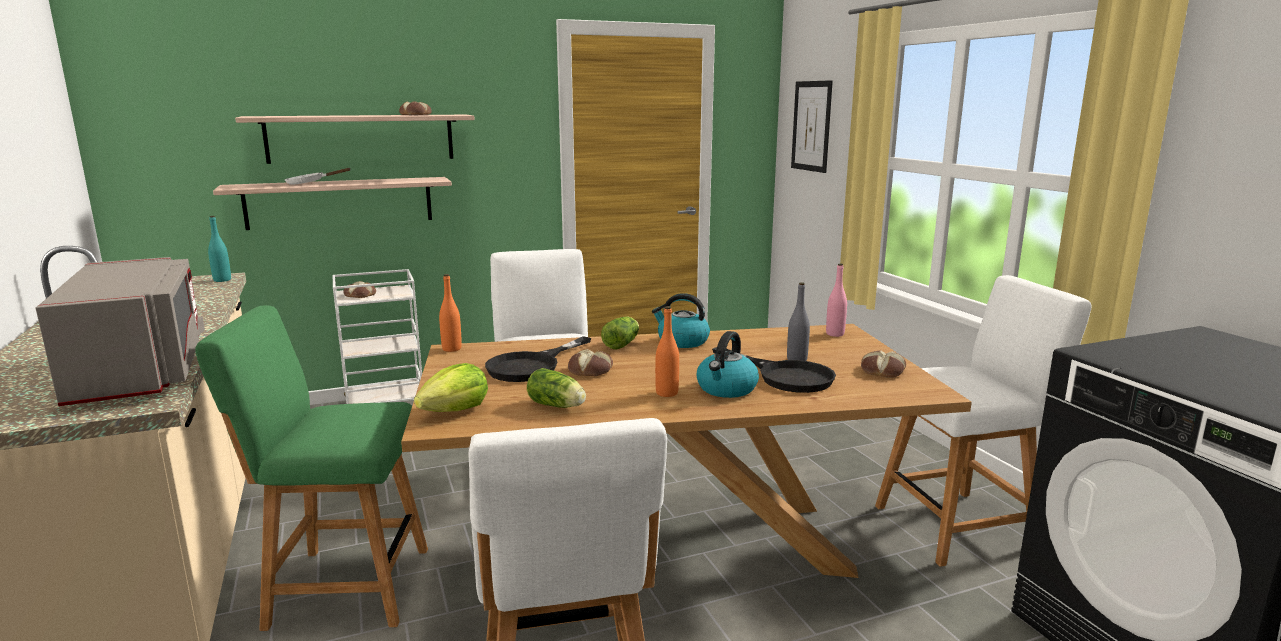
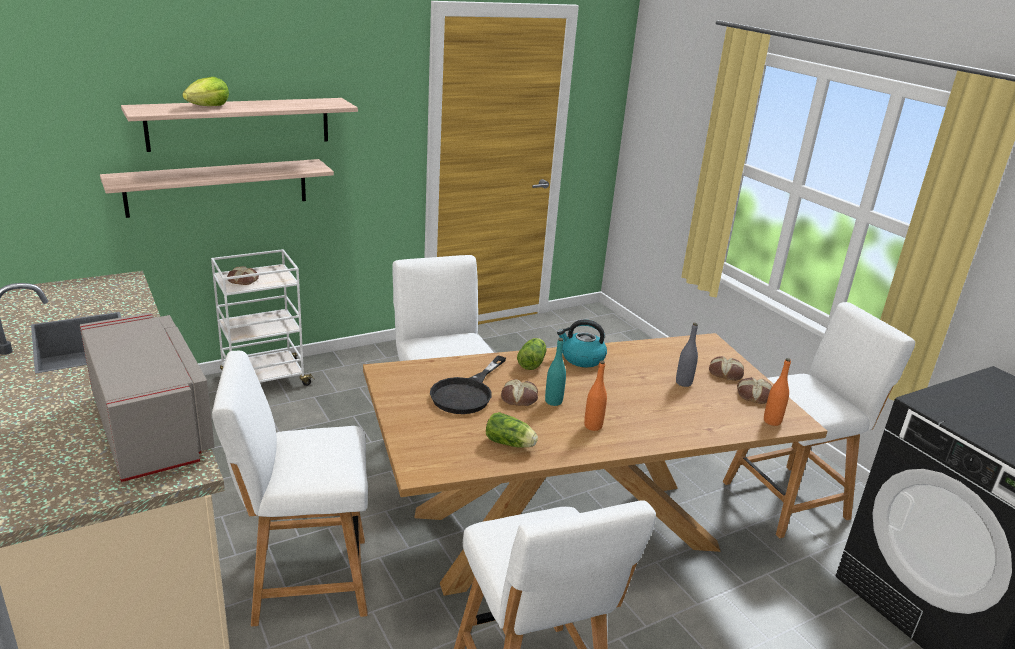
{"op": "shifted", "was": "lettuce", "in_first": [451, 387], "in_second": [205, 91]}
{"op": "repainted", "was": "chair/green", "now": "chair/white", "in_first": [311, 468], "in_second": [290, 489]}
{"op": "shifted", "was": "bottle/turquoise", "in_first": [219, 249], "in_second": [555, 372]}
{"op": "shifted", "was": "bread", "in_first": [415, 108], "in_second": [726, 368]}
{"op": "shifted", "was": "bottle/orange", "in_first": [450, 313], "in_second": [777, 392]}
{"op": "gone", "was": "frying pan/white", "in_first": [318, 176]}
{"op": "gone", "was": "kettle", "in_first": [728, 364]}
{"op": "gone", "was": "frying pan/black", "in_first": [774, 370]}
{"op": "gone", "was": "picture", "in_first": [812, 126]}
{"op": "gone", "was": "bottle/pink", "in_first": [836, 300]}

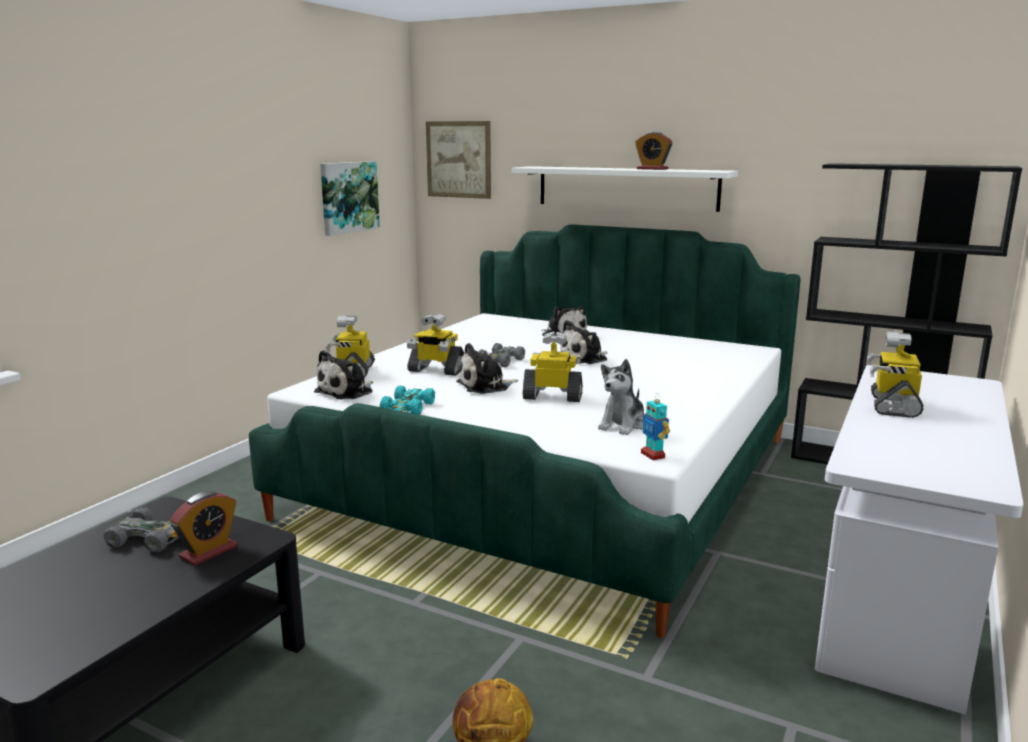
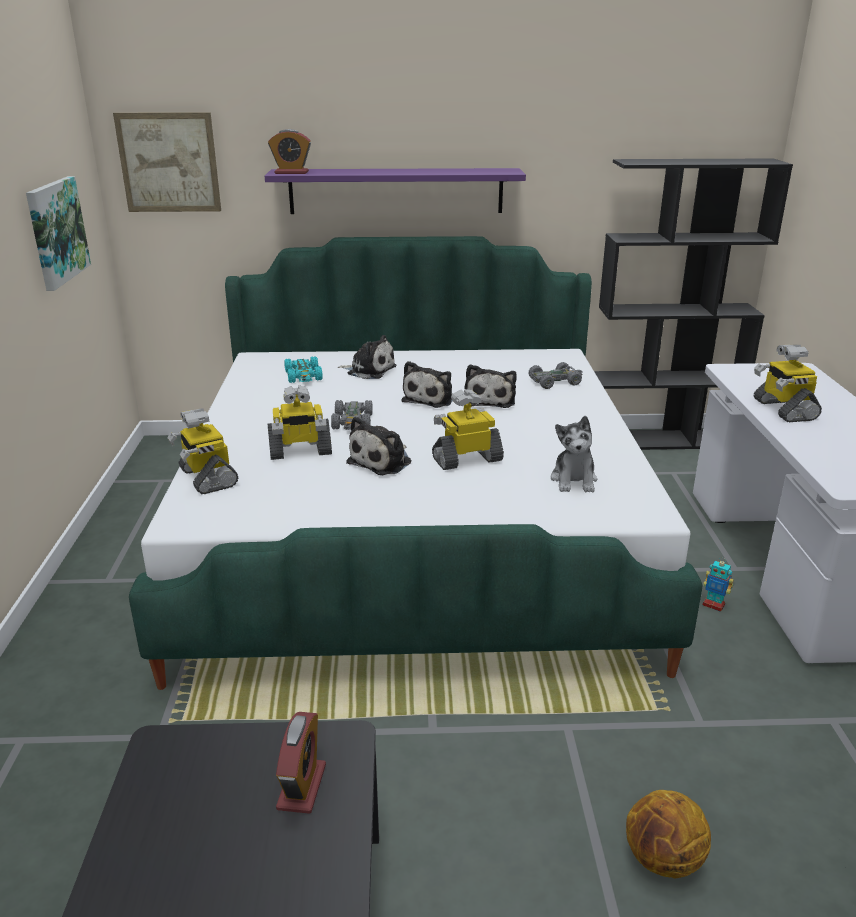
{"op": "repainted", "was": "shelf/white", "now": "shelf/purple", "in_first": [625, 189], "in_second": [395, 191]}
{"op": "shifted", "was": "alarm clock", "in_first": [653, 151], "in_second": [289, 151]}
{"op": "shifted", "was": "toy car/turquoise", "in_first": [407, 400], "in_second": [303, 369]}
{"op": "shifted", "was": "plush toy", "in_first": [343, 374], "in_second": [490, 386]}
{"op": "shifted", "was": "toy car/grey", "in_first": [141, 529], "in_second": [556, 375]}
{"op": "shifted", "was": "toy robot", "in_first": [655, 427], "in_second": [718, 584]}

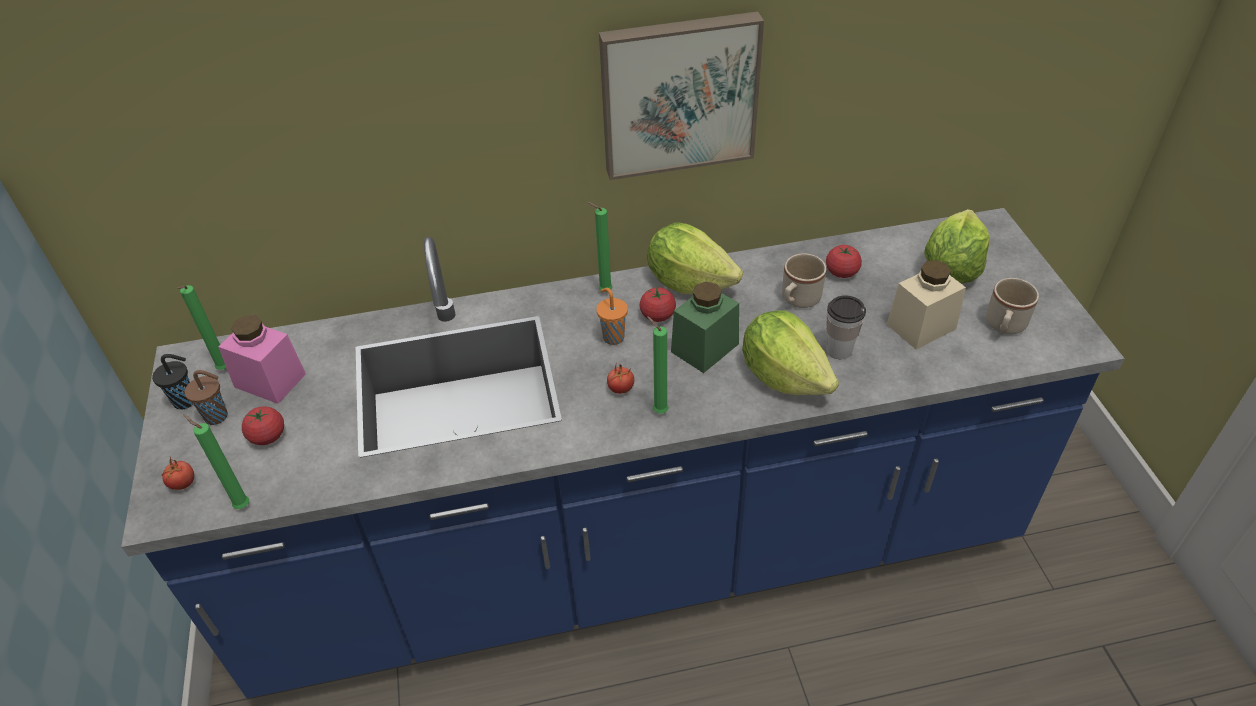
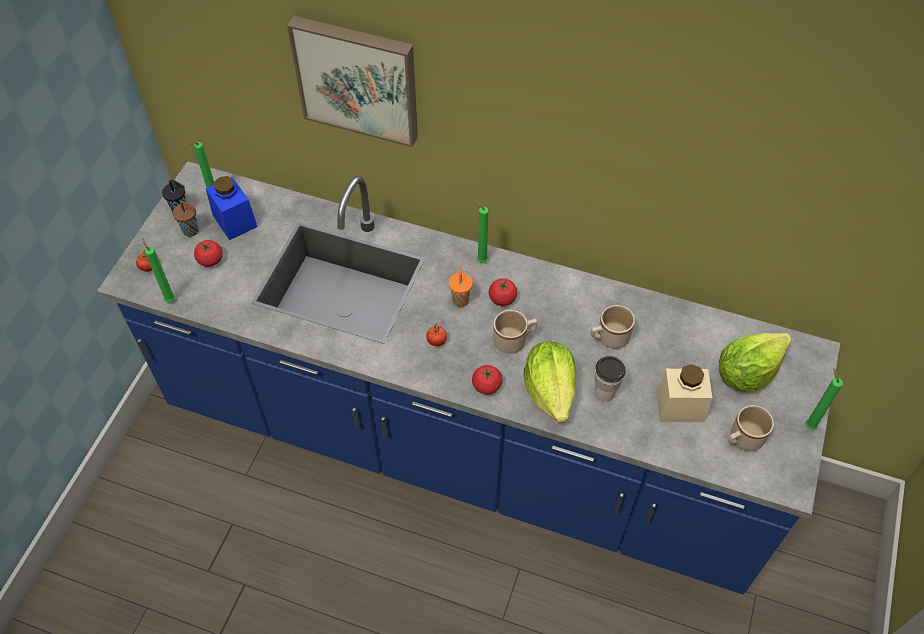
{"op": "repainted", "was": "jar/pink", "now": "jar/blue", "in_first": [262, 359], "in_second": [232, 208]}
{"op": "shifted", "was": "picture", "in_first": [681, 96], "in_second": [352, 81]}
{"op": "shifted", "was": "tomato", "in_first": [844, 261], "in_second": [487, 379]}
{"op": "swapped", "was": "jar/green", "now": "mug/beige", "in_first": [705, 327], "in_second": [515, 332]}
{"op": "shifted", "was": "candle/green", "in_first": [658, 365], "in_second": [824, 399]}
{"op": "gone", "was": "lettuce", "in_first": [695, 259]}

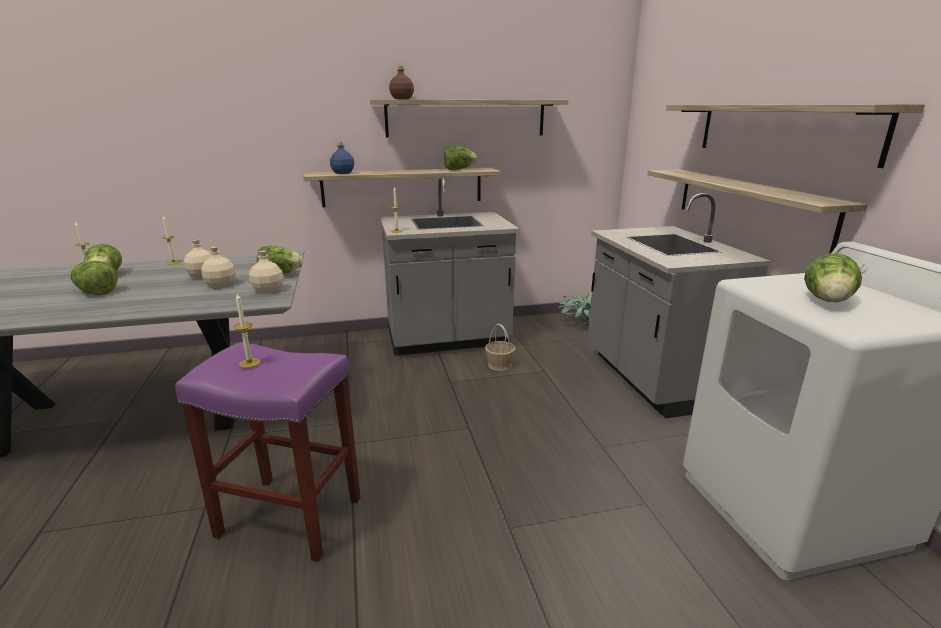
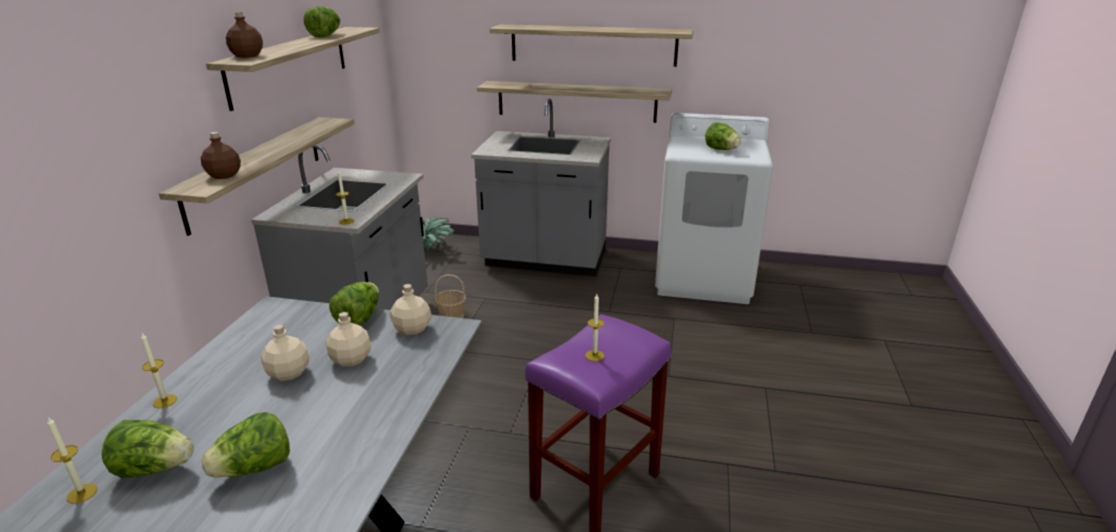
{"op": "repainted", "was": "bottle/blue", "now": "bottle/brown", "in_first": [342, 158], "in_second": [221, 155]}
{"op": "shifted", "was": "lettuce", "in_first": [460, 158], "in_second": [322, 21]}

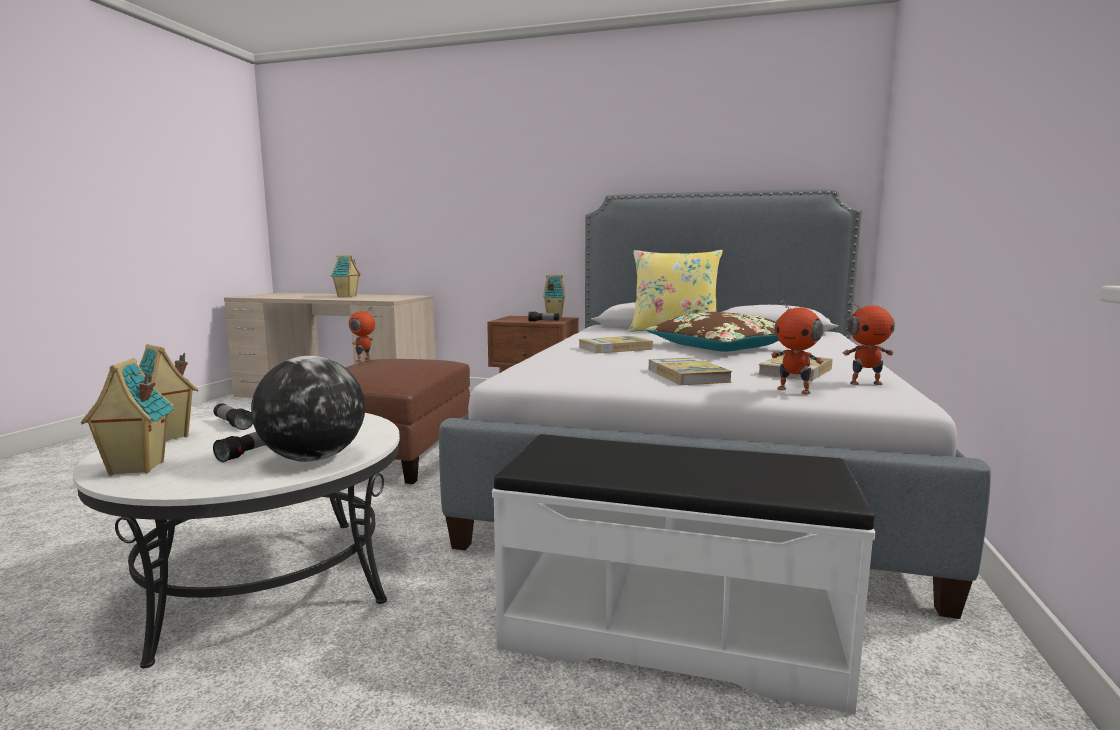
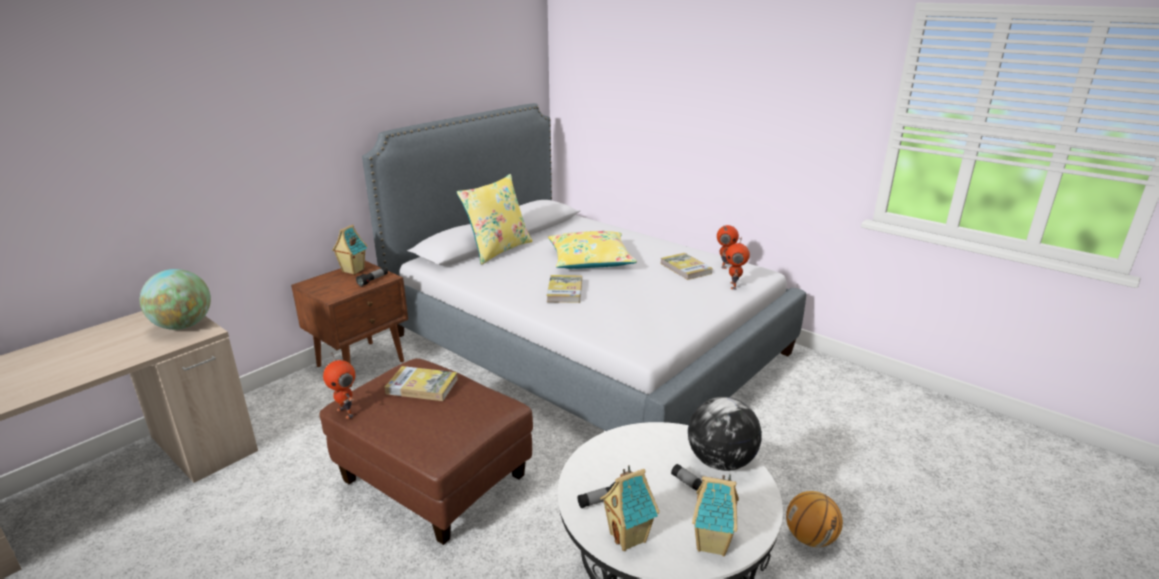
{"op": "new", "now": "globe", "in_second": [175, 299]}
{"op": "shifted", "was": "book", "in_first": [690, 371], "in_second": [421, 383]}
{"op": "repainted", "was": "pillow/brown", "now": "pillow/yellow", "in_first": [712, 332], "in_second": [592, 250]}
{"op": "rotated", "was": "toy robot", "in_first": [797, 346], "in_second": [738, 264], "clockwise": 120}
{"op": "new", "now": "basketball", "in_second": [814, 519]}
{"op": "gone", "was": "toy house", "in_first": [345, 276]}
{"op": "gone", "was": "bench/white", "in_first": [683, 574]}

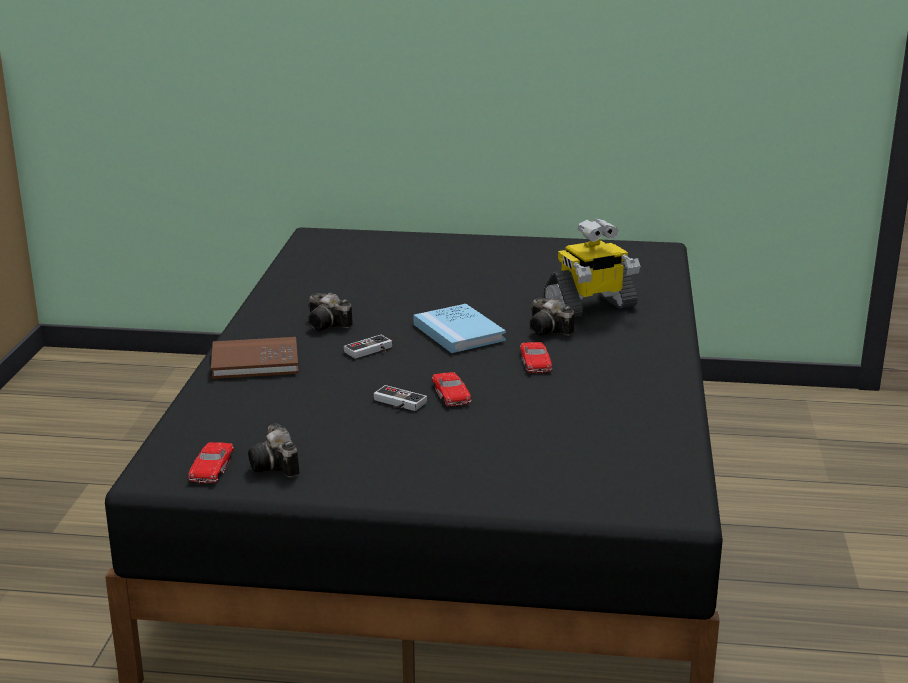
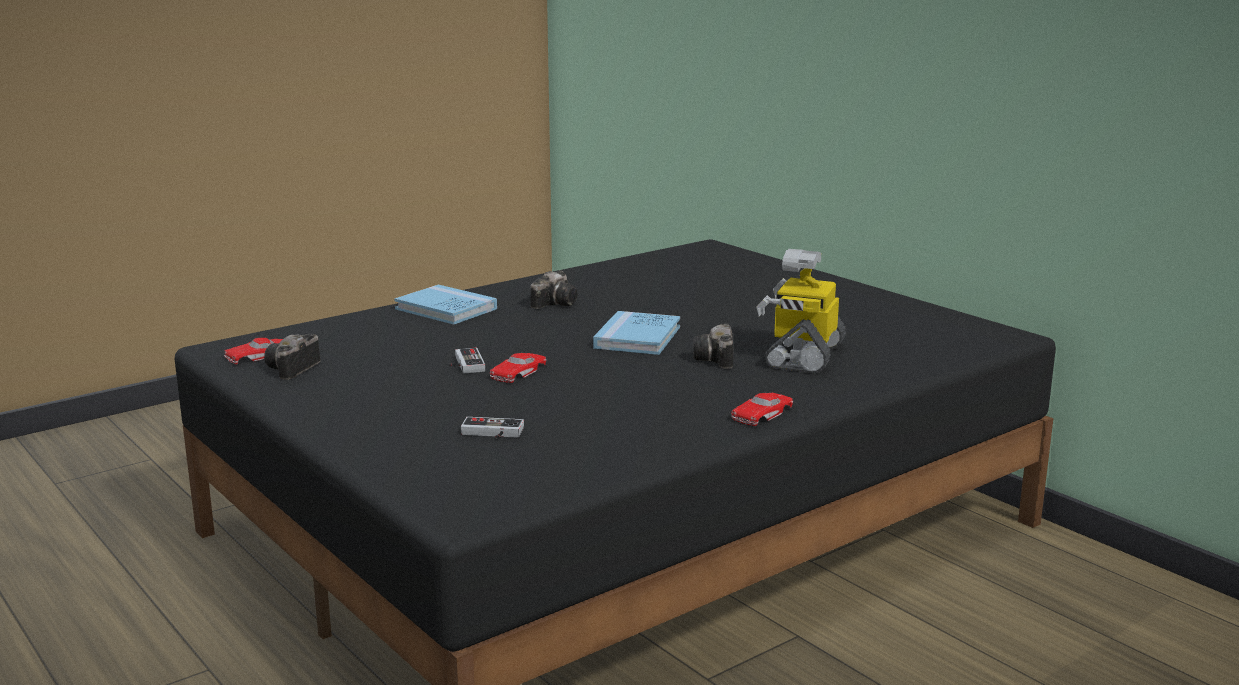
{"op": "repainted", "was": "book/brown", "now": "book/blue", "in_first": [255, 358], "in_second": [445, 305]}
{"op": "shifted", "was": "game controller", "in_first": [368, 347], "in_second": [492, 427]}
{"op": "rotated", "was": "photo camera", "in_first": [330, 311], "in_second": [554, 289], "clockwise": -135}
{"op": "shifted", "was": "toy car/red", "in_first": [536, 357], "in_second": [762, 409]}
{"op": "rotated", "was": "toy robot", "in_first": [592, 267], "in_second": [801, 311], "clockwise": 90}

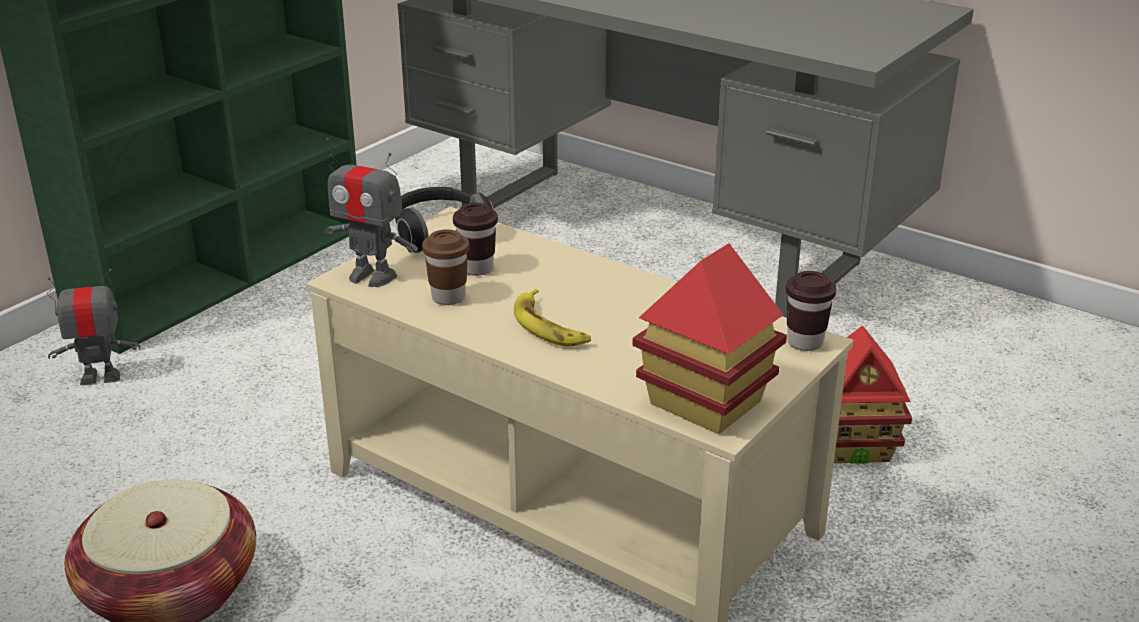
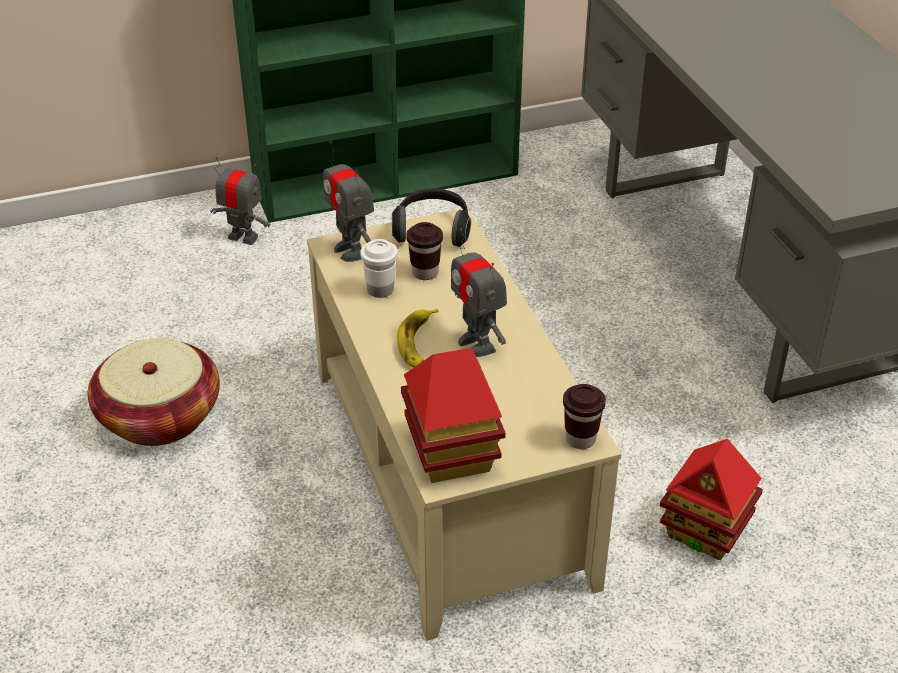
{"op": "repainted", "was": "cup/brown", "now": "cup/white", "in_first": [445, 267], "in_second": [379, 268]}
{"op": "new", "now": "toy robot", "in_second": [479, 292]}

